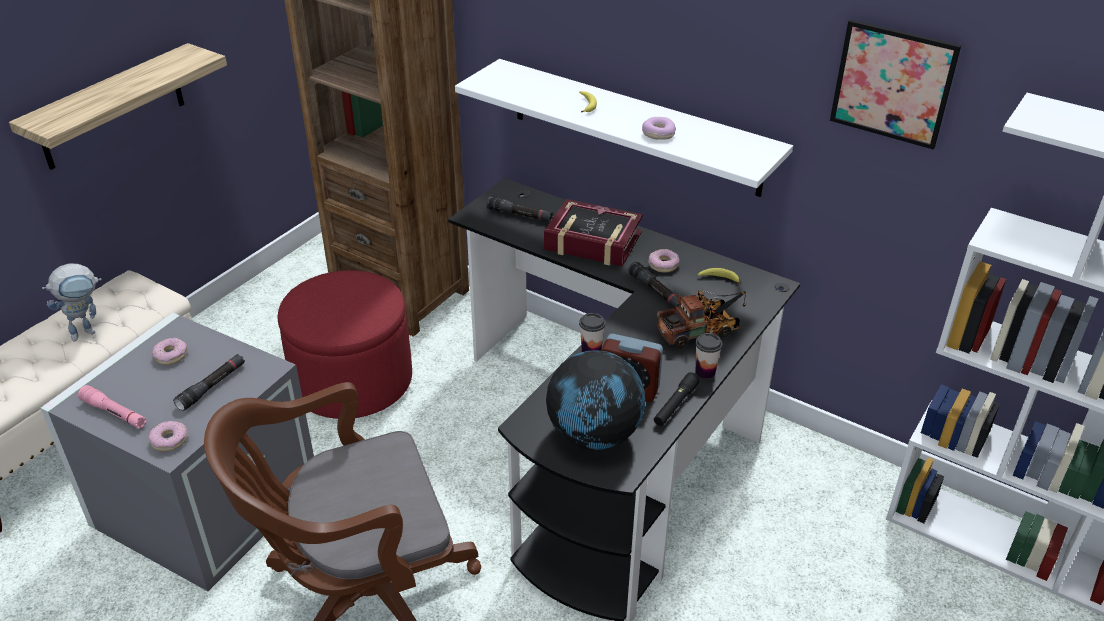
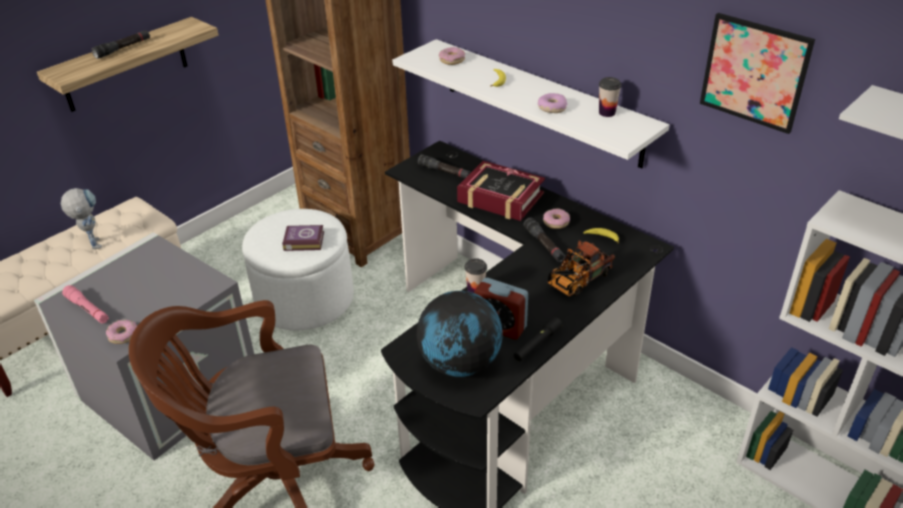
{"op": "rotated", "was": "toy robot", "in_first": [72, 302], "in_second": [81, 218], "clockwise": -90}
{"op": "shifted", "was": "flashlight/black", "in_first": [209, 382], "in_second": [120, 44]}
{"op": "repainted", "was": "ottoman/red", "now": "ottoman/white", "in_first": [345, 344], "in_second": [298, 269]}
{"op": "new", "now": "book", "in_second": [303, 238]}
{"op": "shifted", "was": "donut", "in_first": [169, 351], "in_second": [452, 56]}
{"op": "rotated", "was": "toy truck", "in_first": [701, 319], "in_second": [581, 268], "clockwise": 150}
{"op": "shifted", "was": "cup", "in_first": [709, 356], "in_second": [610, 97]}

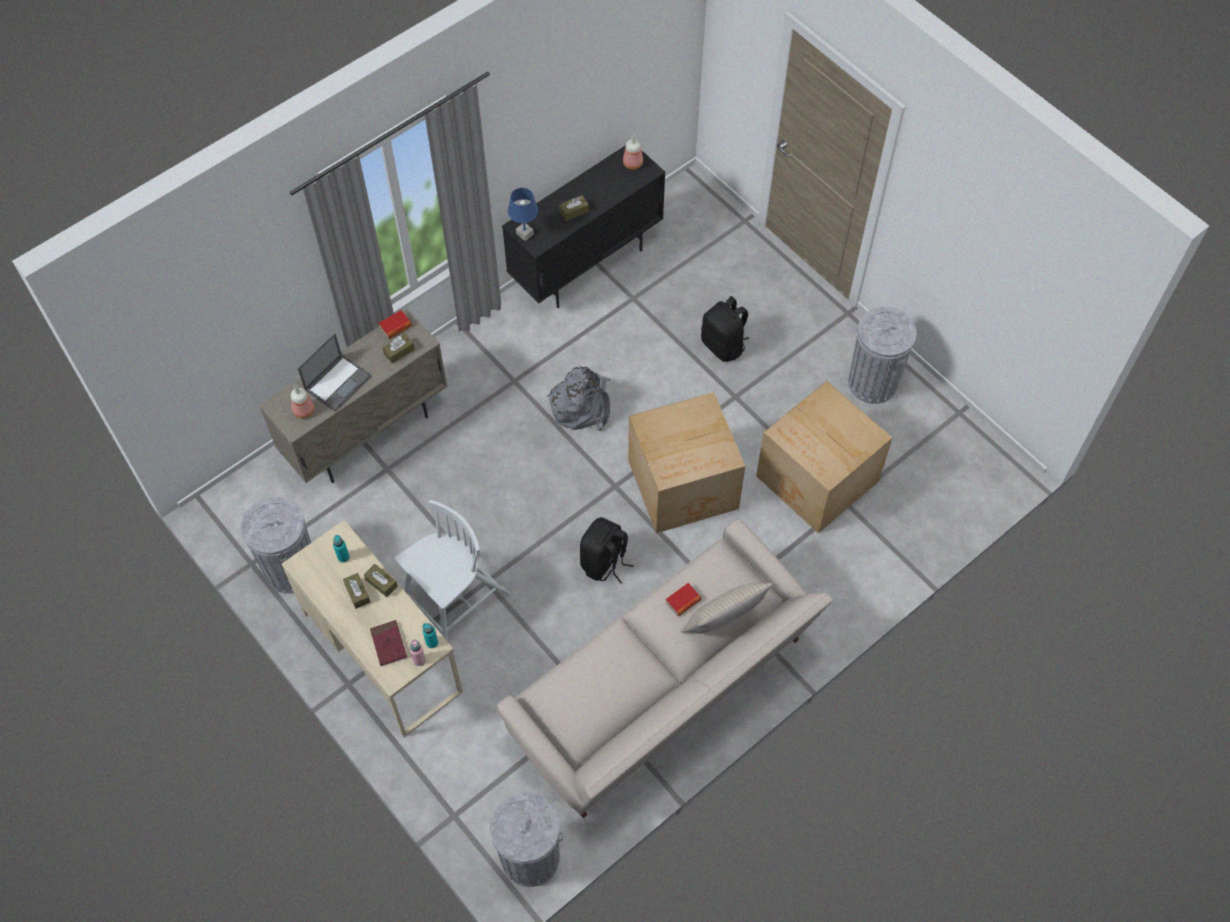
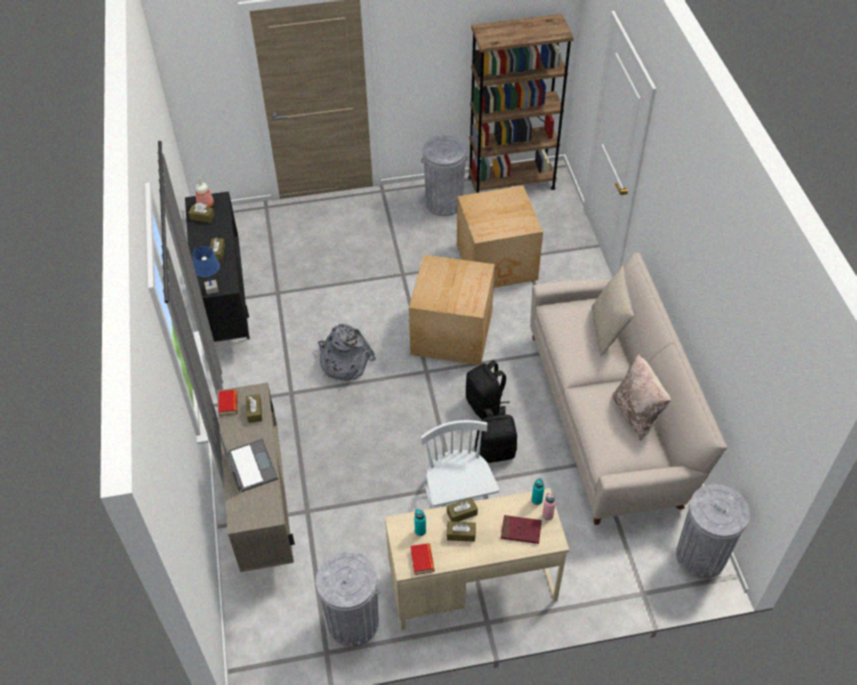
{"op": "new", "now": "tissue box/brown", "in_second": [201, 213]}
{"op": "shifted", "was": "book", "in_first": [683, 600], "in_second": [422, 559]}
{"op": "new", "now": "bookcase/brown", "in_second": [521, 103]}
{"op": "shifted", "was": "backpack/black", "in_first": [725, 329], "in_second": [496, 434]}
{"op": "new", "now": "pillow/beige", "in_second": [641, 398]}
{"op": "gone", "was": "bottle", "in_first": [303, 402]}

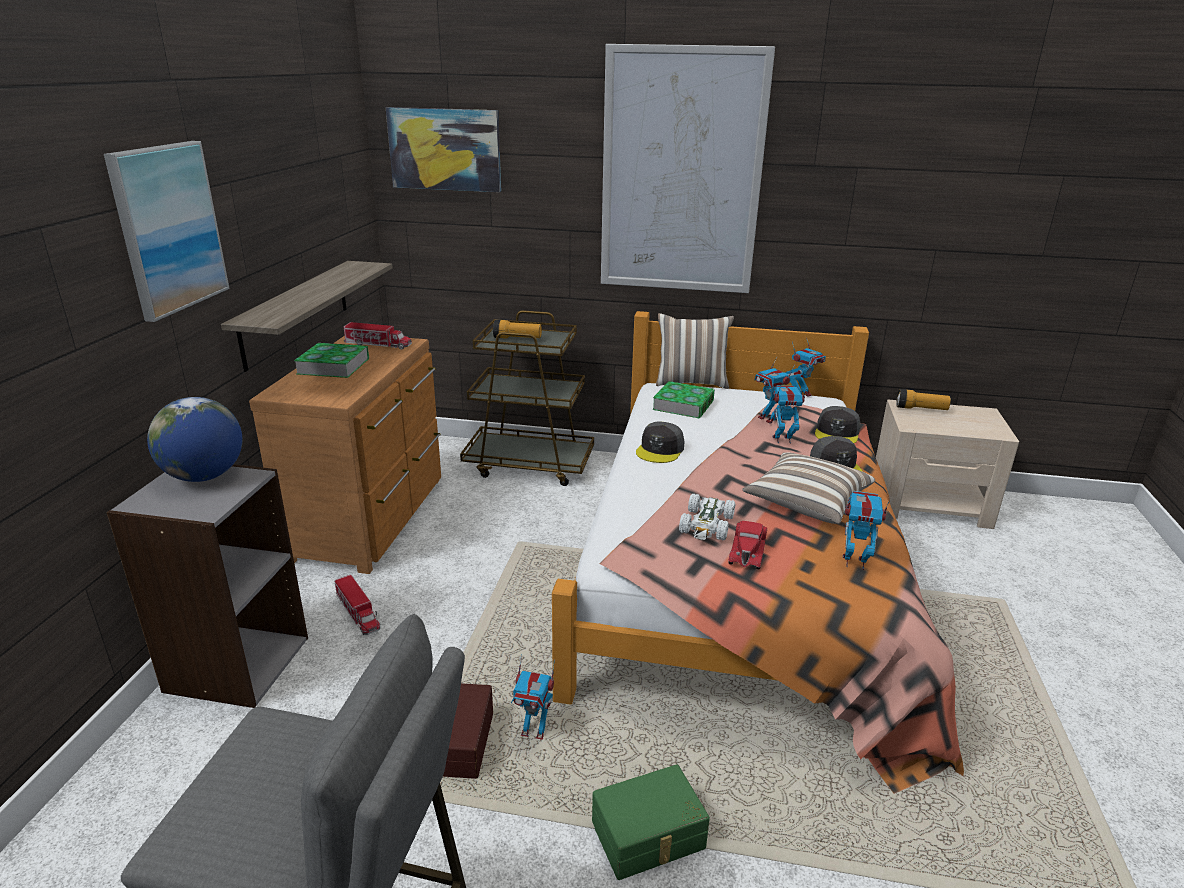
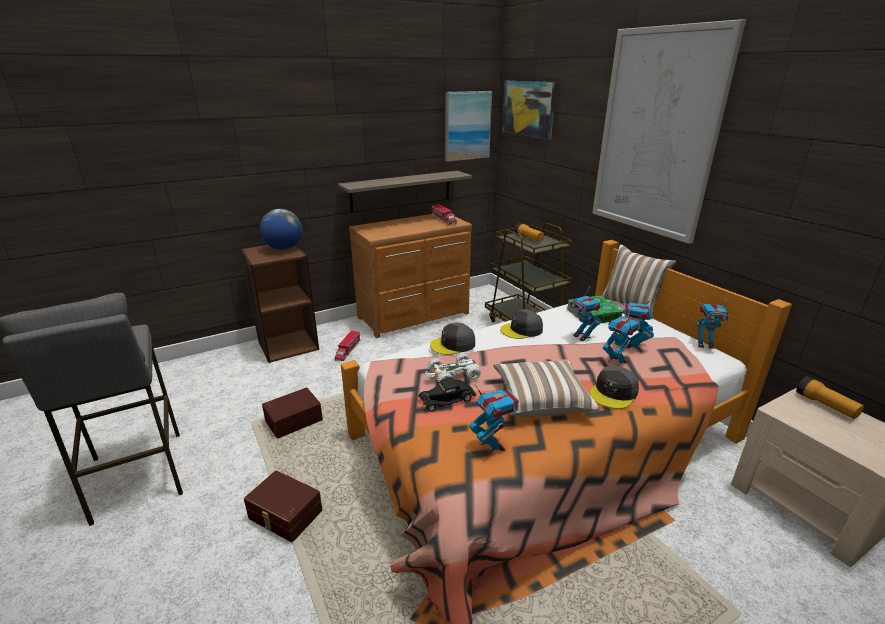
{"op": "repainted", "was": "bookcase/grey", "now": "bookcase/brown", "in_first": [207, 586], "in_second": [280, 303]}
{"op": "repainted", "was": "storage box/green", "now": "storage box/brown", "in_first": [651, 822], "in_second": [283, 506]}
{"op": "repainted", "was": "toy car/red", "now": "toy car/black", "in_first": [747, 545], "in_second": [447, 394]}
{"op": "shifted", "was": "cap/grey", "in_first": [838, 424], "in_second": [452, 338]}
{"op": "shifted", "was": "picture", "in_first": [167, 231], "in_second": [468, 126]}
{"op": "shifted", "was": "toy robot", "in_first": [533, 697], "in_second": [587, 314]}
{"op": "gone", "was": "book", "in_first": [331, 360]}

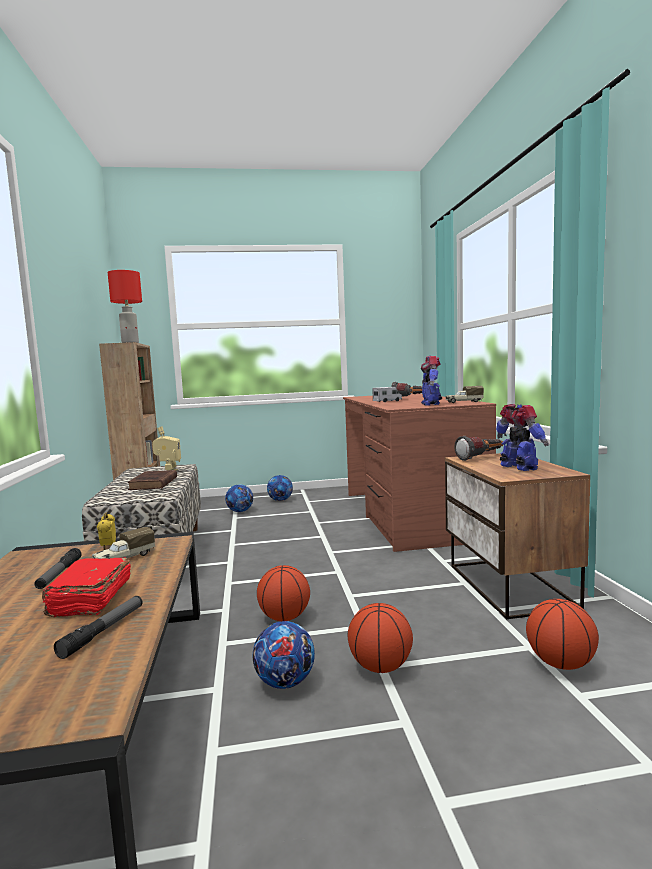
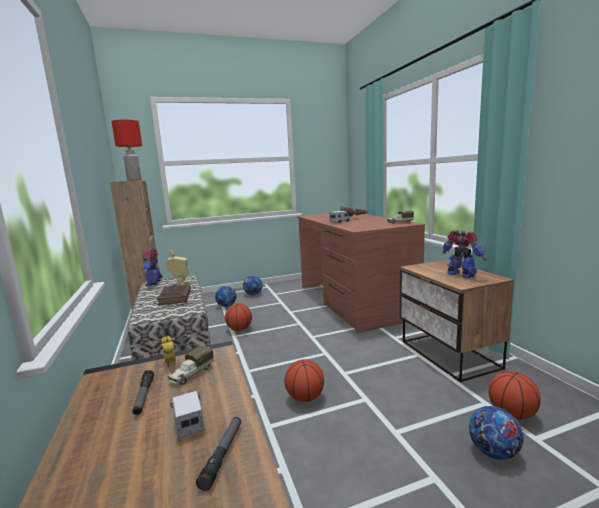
{"op": "shifted", "was": "toy robot", "in_first": [431, 380], "in_second": [153, 267]}
{"op": "swapped", "was": "book/red", "now": "toy truck", "in_first": [86, 587], "in_second": [187, 415]}
{"op": "shifted", "was": "basketball", "in_first": [380, 638], "in_second": [238, 317]}
{"op": "shifted", "was": "football", "in_first": [284, 655], "in_second": [496, 433]}
{"op": "gone", "was": "flashlight", "in_first": [478, 448]}

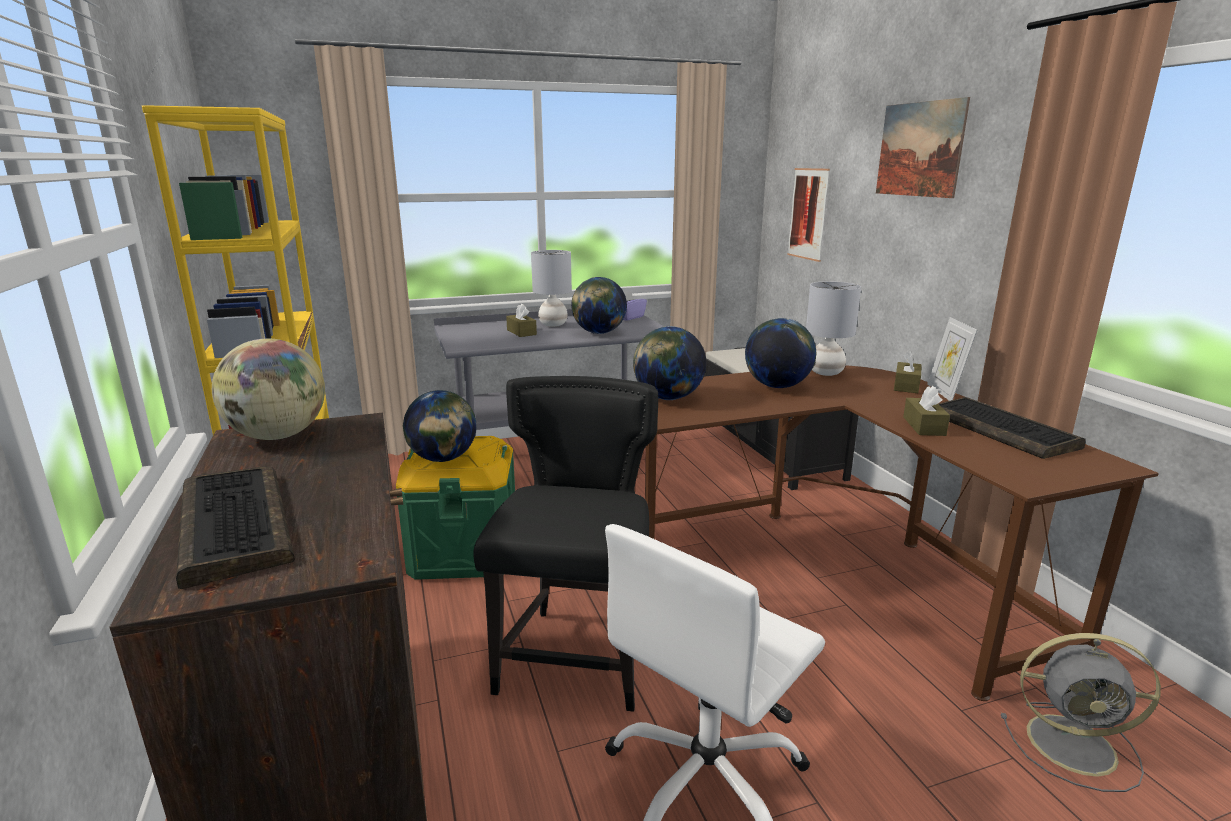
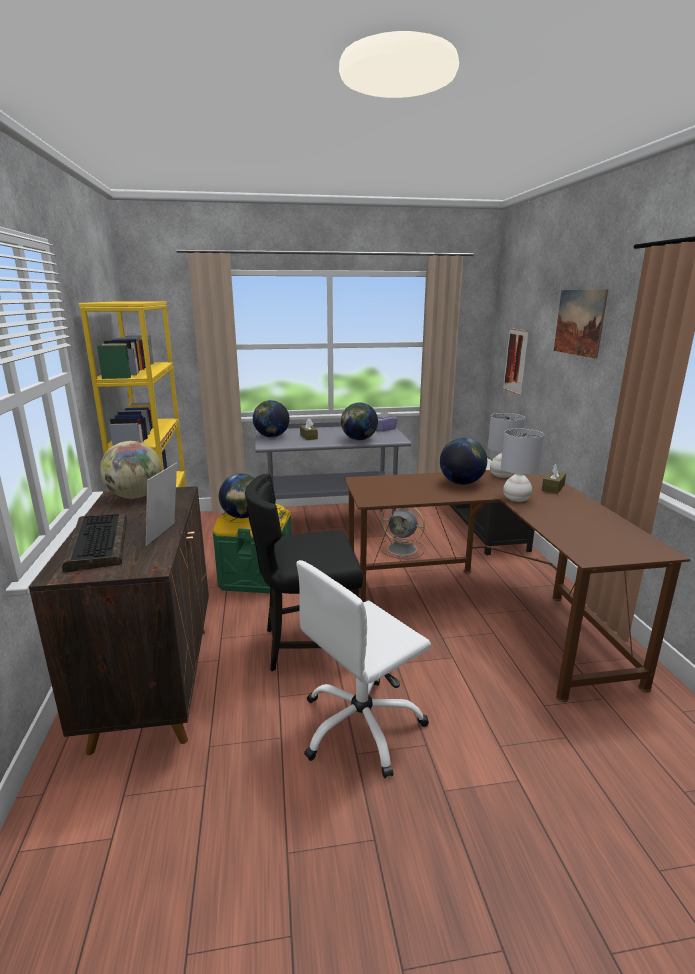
{"op": "shifted", "was": "picture frame", "in_first": [952, 359], "in_second": [161, 504]}
{"op": "rotated", "was": "chair/black", "in_first": [565, 544], "in_second": [304, 572], "clockwise": -120}
{"op": "shifted", "was": "globe", "in_first": [669, 363], "in_second": [271, 418]}
{"op": "shifted", "was": "fan/grey", "in_first": [1081, 712], "in_second": [402, 533]}
{"op": "shifted", "was": "table lamp/grey", "in_first": [551, 288], "in_second": [522, 465]}
{"op": "gone", "was": "tissue box/brown", "in_first": [926, 411]}
{"op": "gone", "was": "keyboard", "in_first": [1012, 428]}

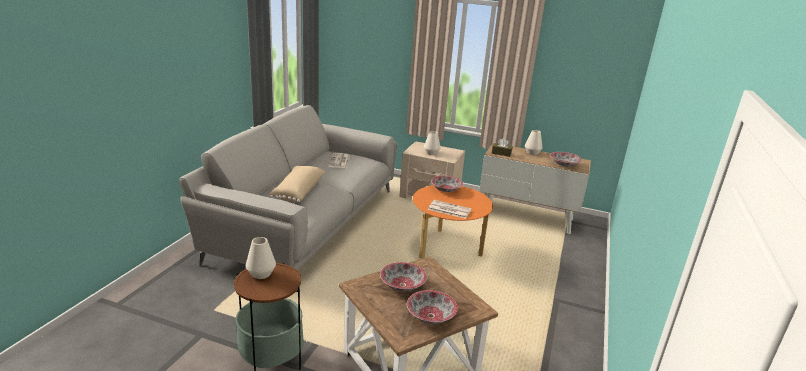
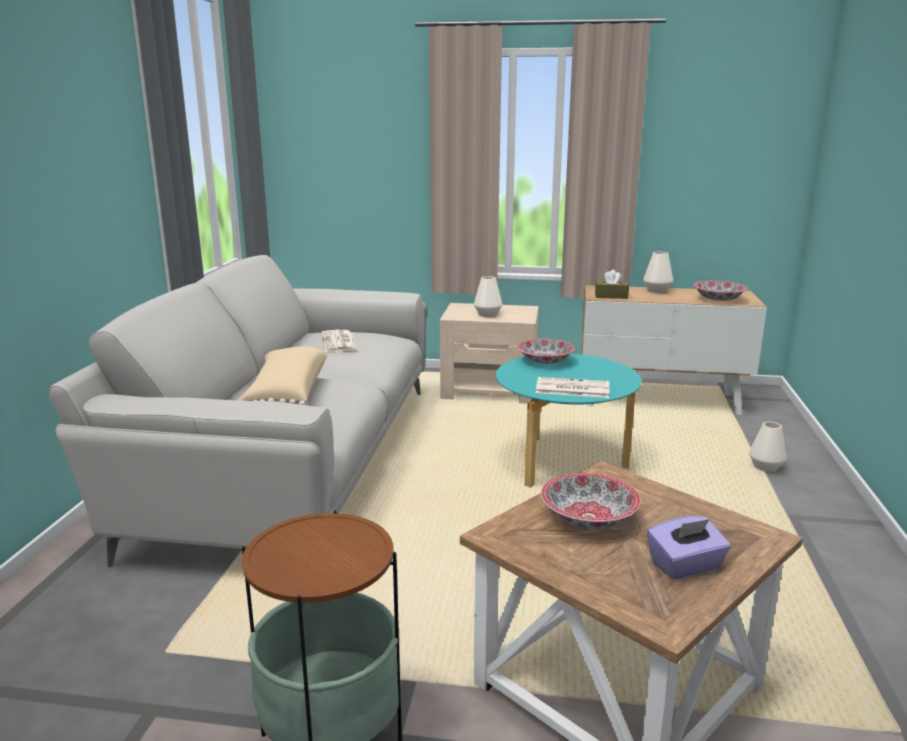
{"op": "repainted", "was": "coffee table/orange", "now": "coffee table/turquoise", "in_first": [453, 222], "in_second": [569, 421]}
{"op": "swapped", "was": "bowl", "now": "tissue box/purple", "in_first": [432, 307], "in_second": [689, 547]}
{"op": "shifted", "was": "vase/white", "in_first": [261, 258], "in_second": [768, 447]}

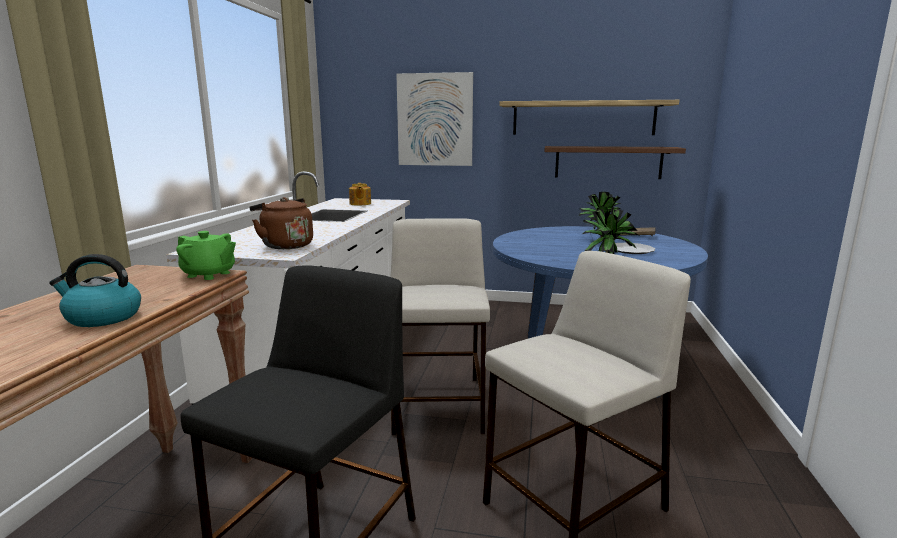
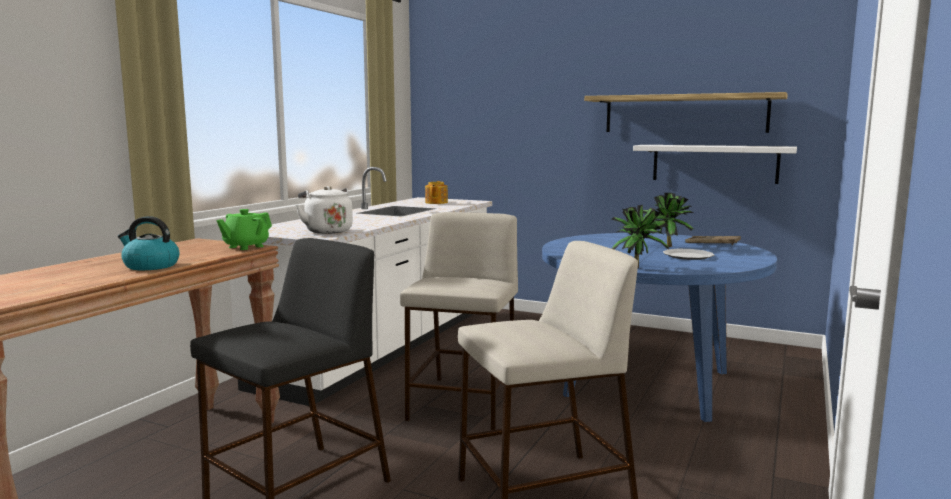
{"op": "rotated", "was": "teapot/green", "in_first": [206, 255], "in_second": [244, 229], "clockwise": 90}
{"op": "repainted", "was": "kettle/brown", "now": "kettle/white", "in_first": [281, 223], "in_second": [324, 210]}
{"op": "repainted", "was": "shelf/brown", "now": "shelf/white", "in_first": [615, 162], "in_second": [715, 164]}
{"op": "gone", "was": "picture", "in_first": [434, 119]}

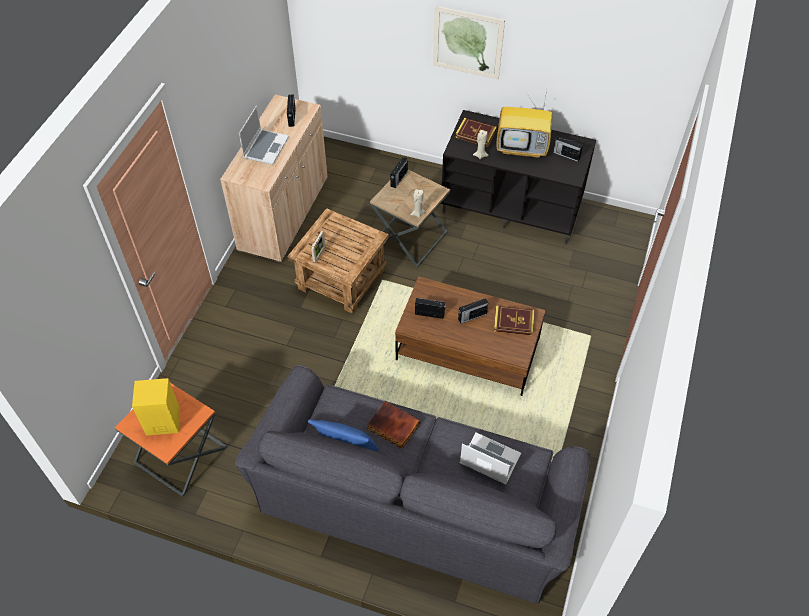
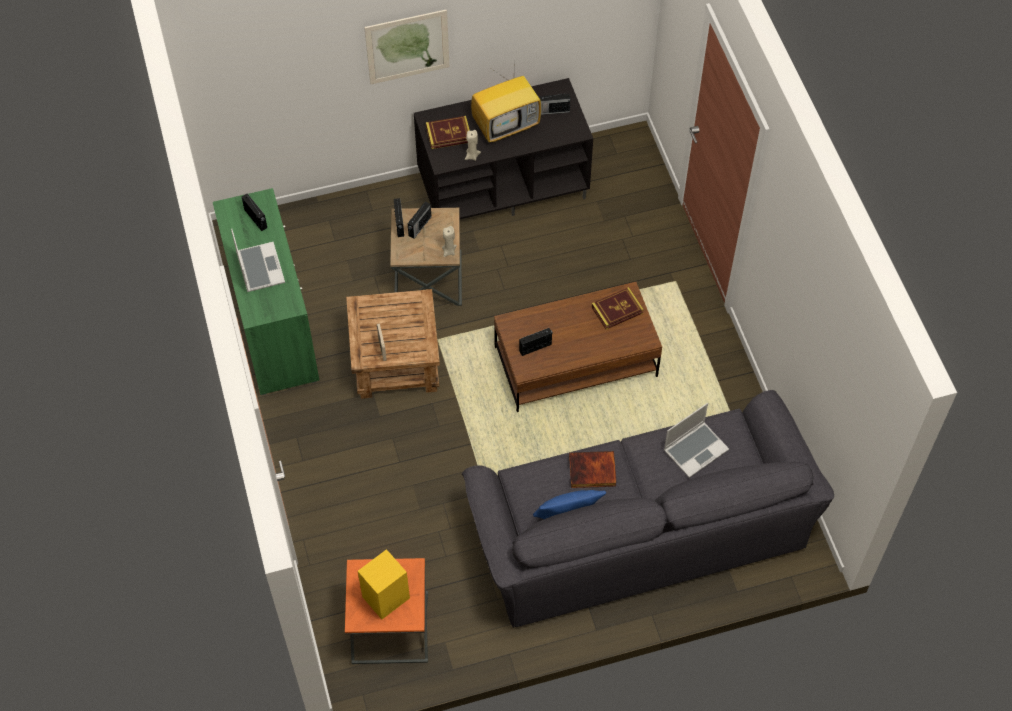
{"op": "repainted", "was": "cabinet/beige", "now": "cabinet/green", "in_first": [274, 178], "in_second": [266, 291]}
{"op": "shifted", "was": "radio", "in_first": [473, 311], "in_second": [419, 220]}
{"op": "rotated", "was": "laptop", "in_first": [490, 458], "in_second": [696, 440], "clockwise": 150}

